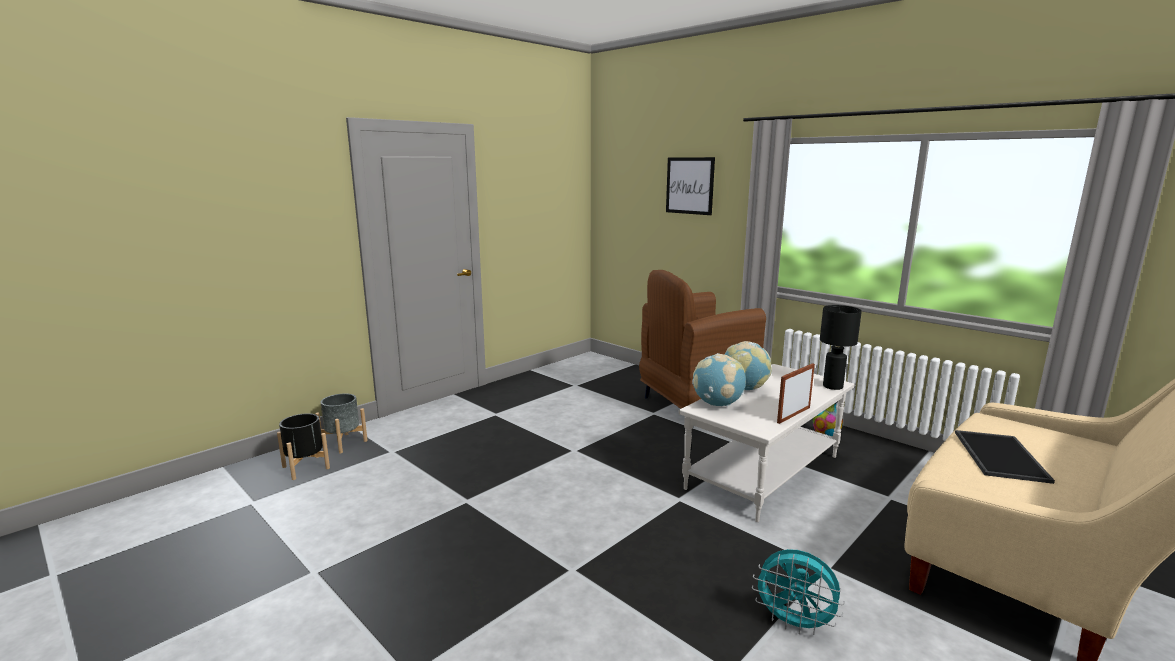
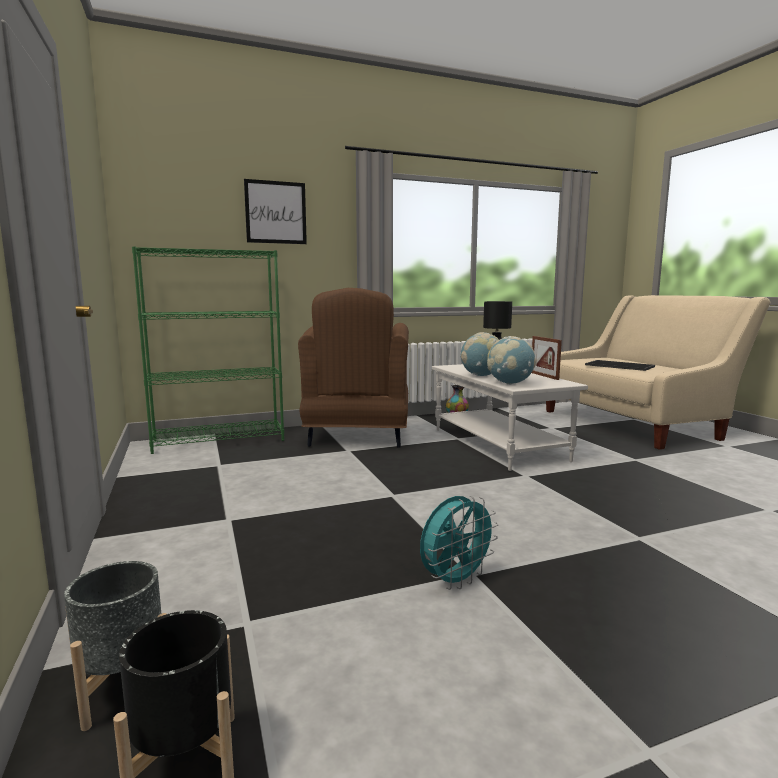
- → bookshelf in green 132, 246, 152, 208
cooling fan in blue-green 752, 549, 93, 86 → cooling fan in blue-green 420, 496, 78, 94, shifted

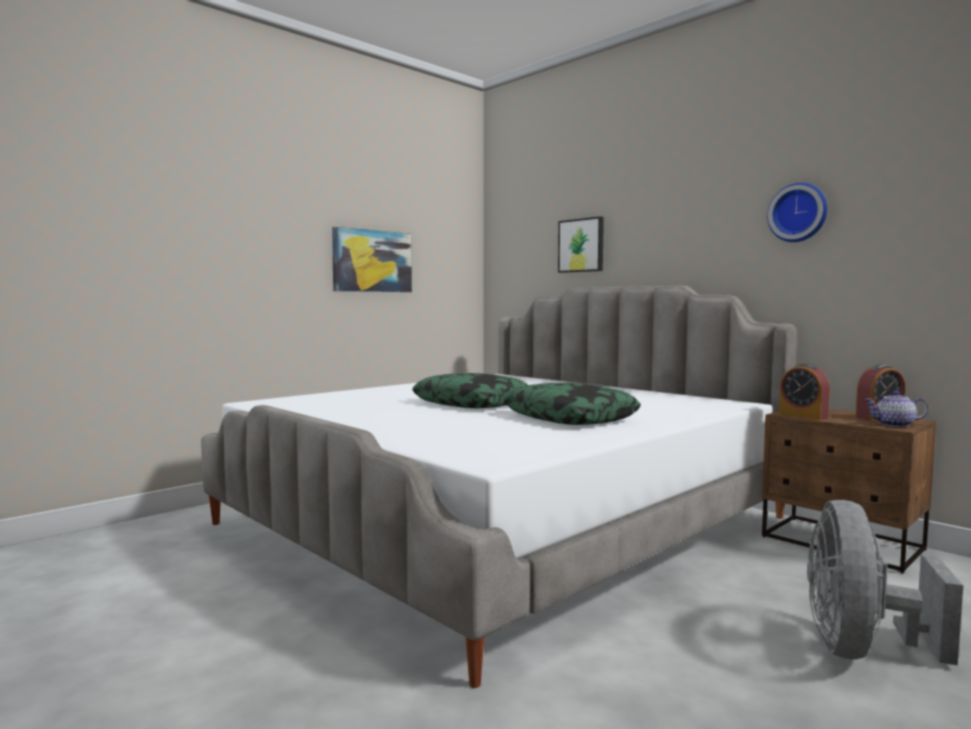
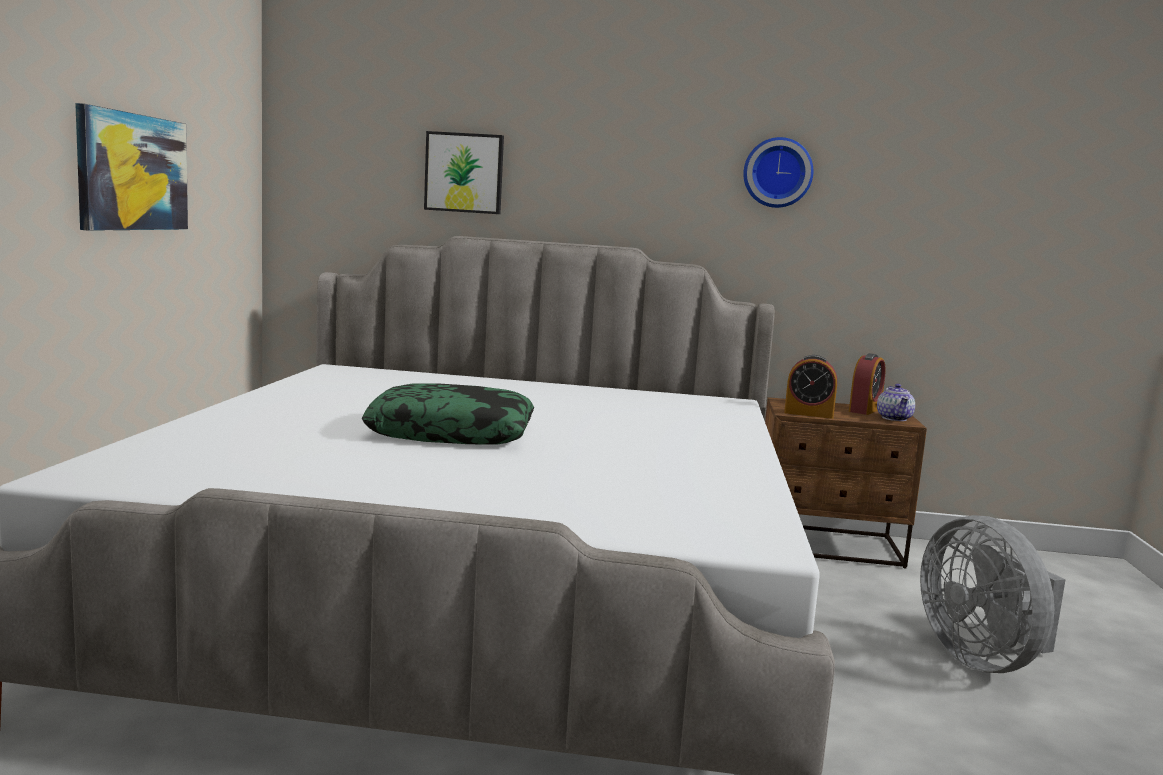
cushion 504, 383, 137, 42 → -
pot for tea 864, 391, 64, 36 → pot for tea 877, 384, 38, 37, 60 degrees counterclockwise

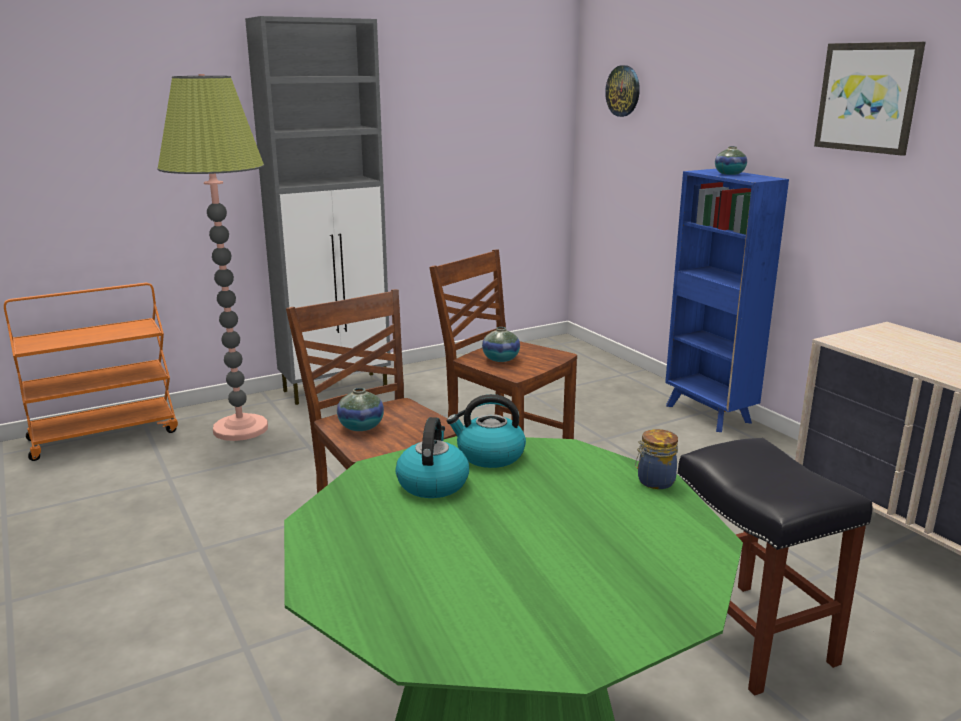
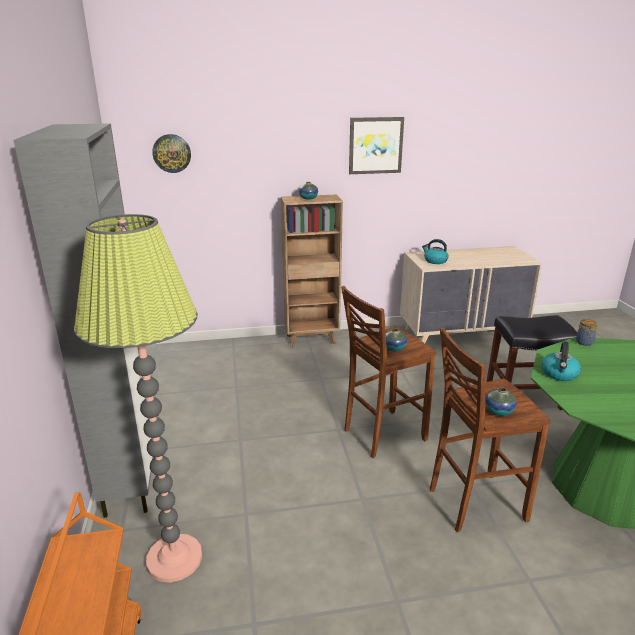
tea kettle 396, 417, 73, 81 → tea kettle 422, 239, 27, 25, shifted
bookshelf in blue-coloured 665, 169, 124, 263 → bookshelf in brown 281, 194, 62, 154

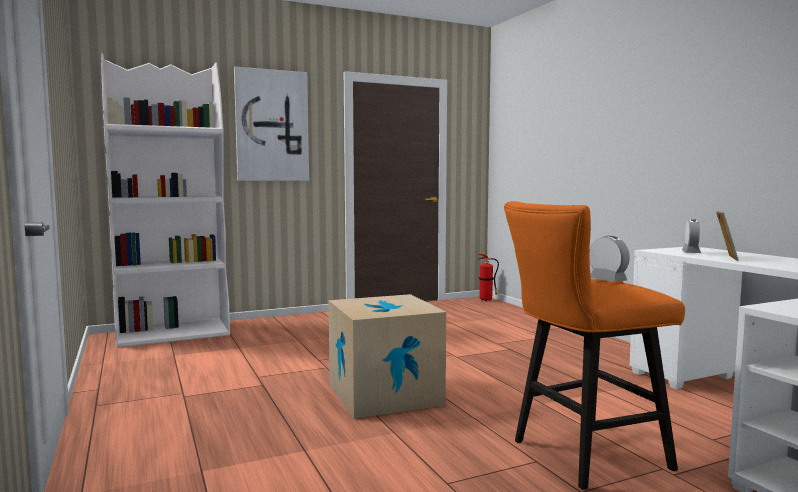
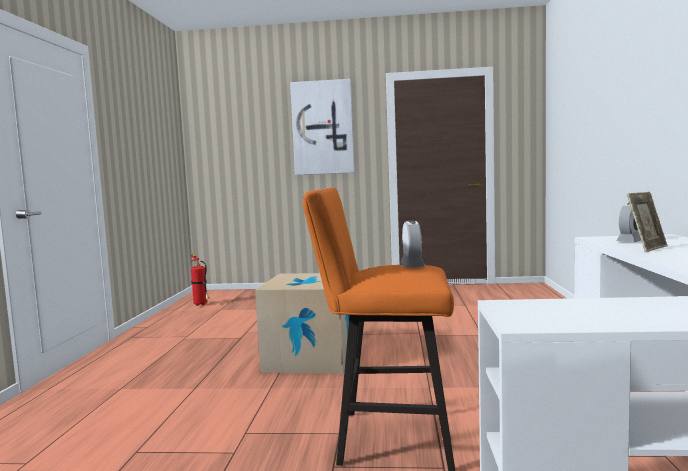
bookshelf in white 101, 53, 129, 294 → -
extinguisher 477, 251, 22, 51 → extinguisher 190, 252, 20, 54, shifted

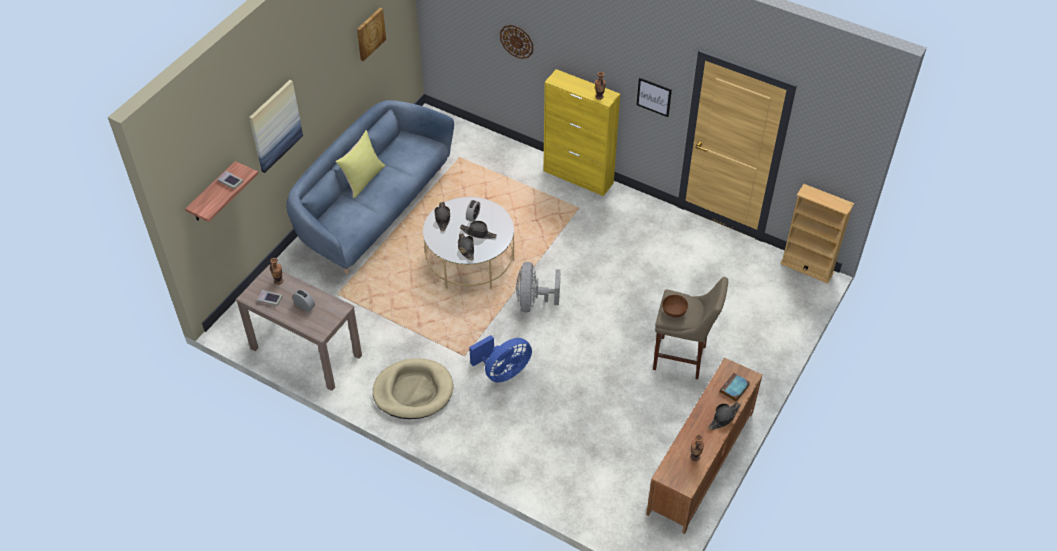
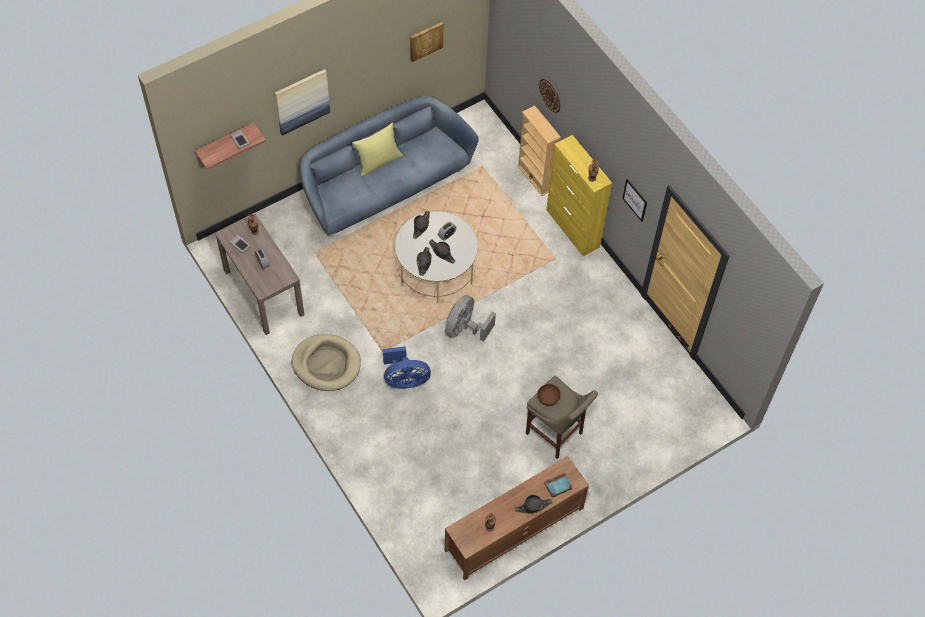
bookshelf in beige-coloured 780, 184, 74, 100 → bookshelf in beige-coloured 517, 105, 44, 91, shifted

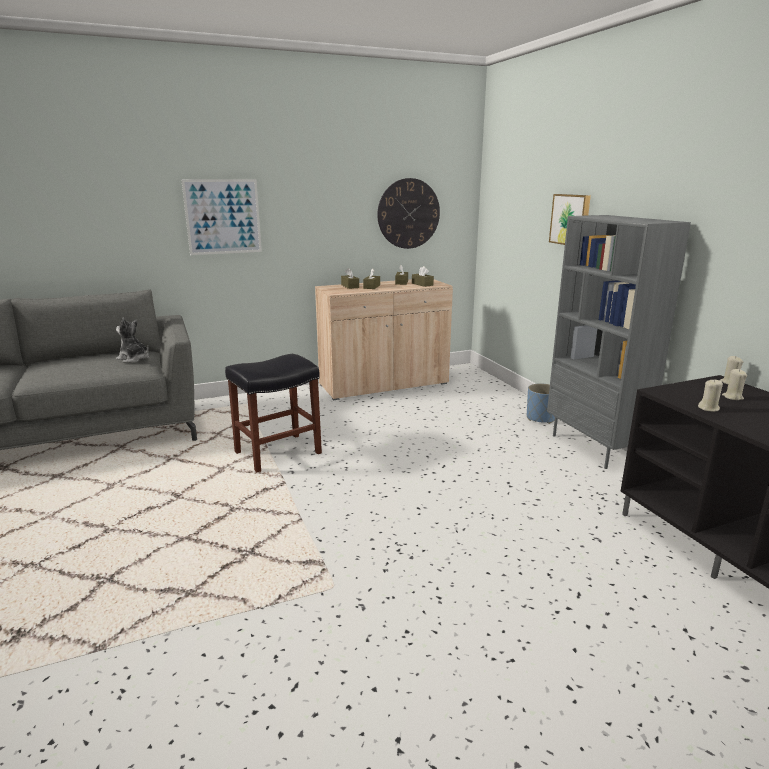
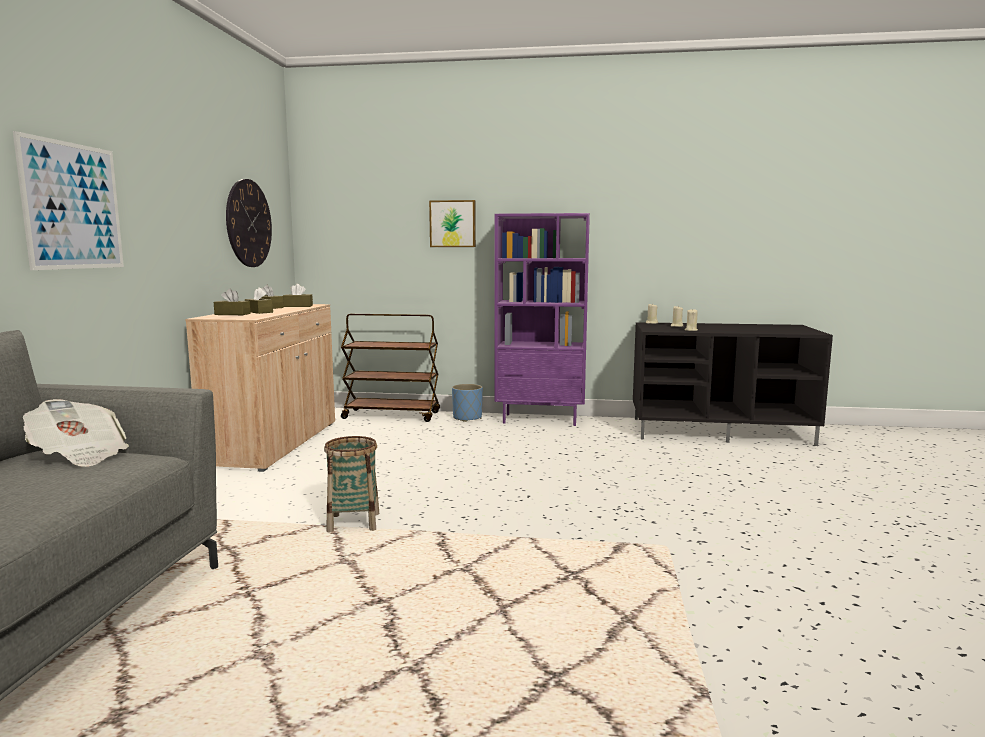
- → cart in brown 341, 314, 99, 108
soft toy 116, 318, 33, 45 → printed paper 23, 399, 106, 68
stool seat in black 225, 354, 97, 118 → basket 324, 436, 55, 96
bookshelf in grey 547, 215, 144, 254 → bookshelf in purple 495, 213, 95, 213

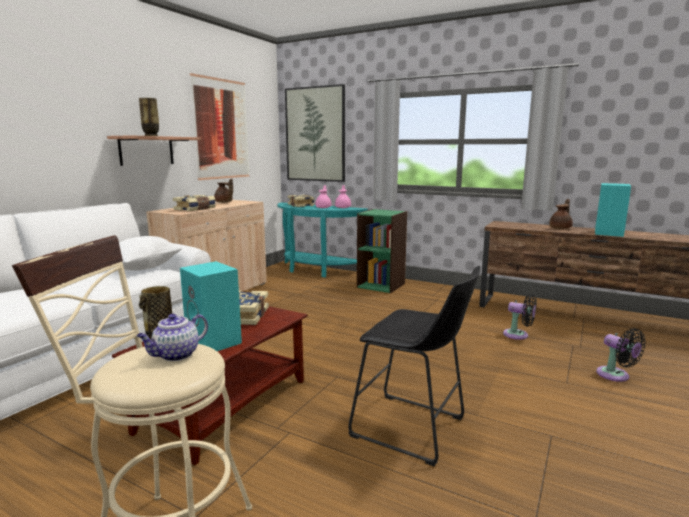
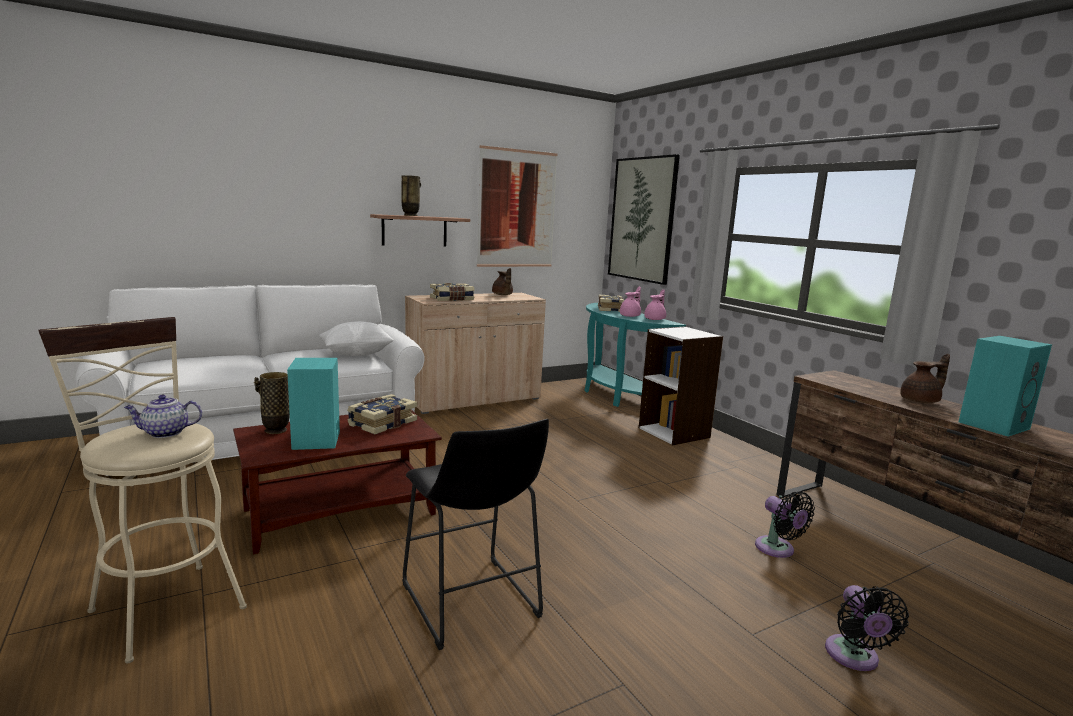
bookshelf in green 357, 209, 50, 84 → bookshelf in white 639, 326, 84, 119

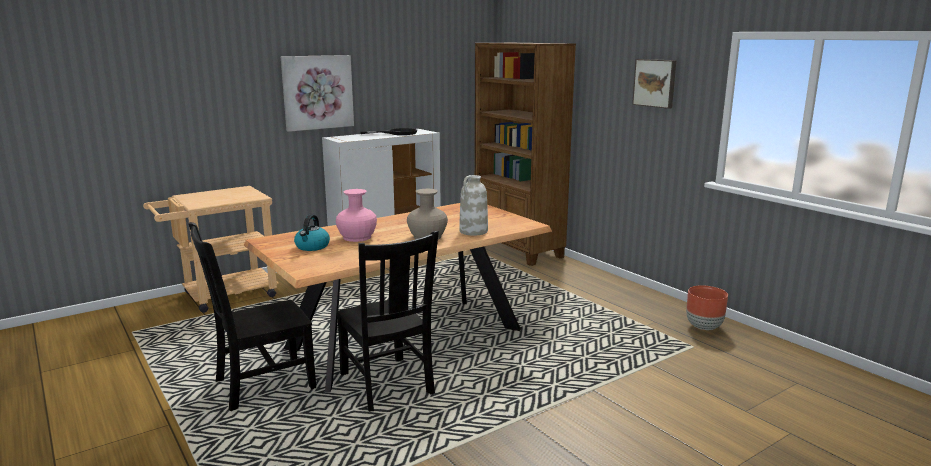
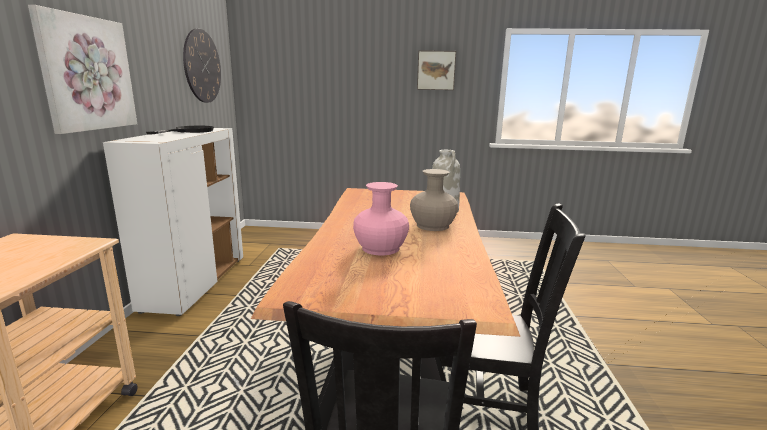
tea kettle 294, 214, 36, 37 → -
bookshelf in brown 475, 43, 101, 223 → -
flower pot in brown 686, 285, 42, 45 → -
- → hanging clock 183, 28, 38, 75

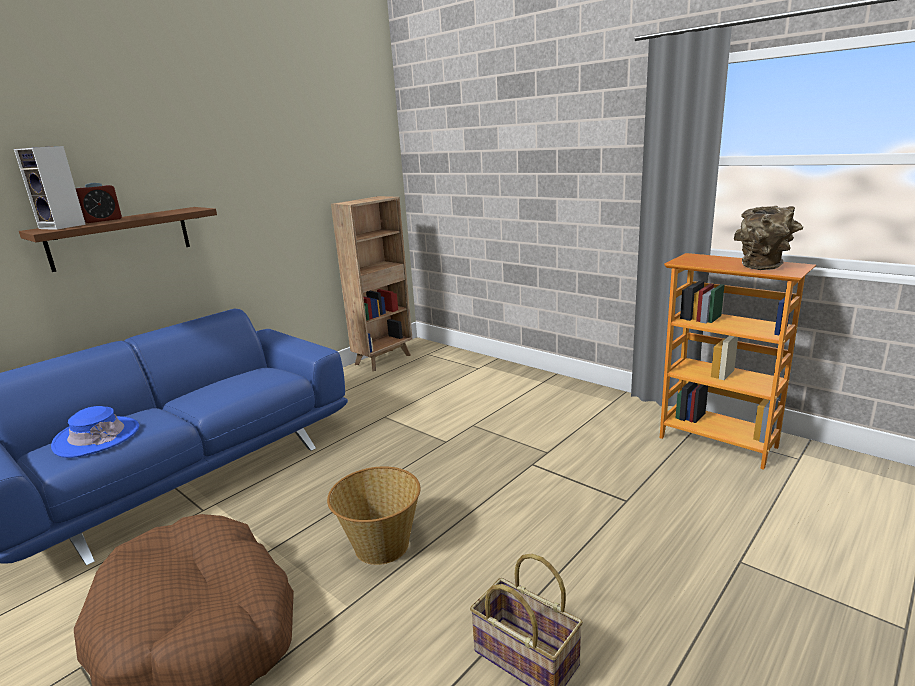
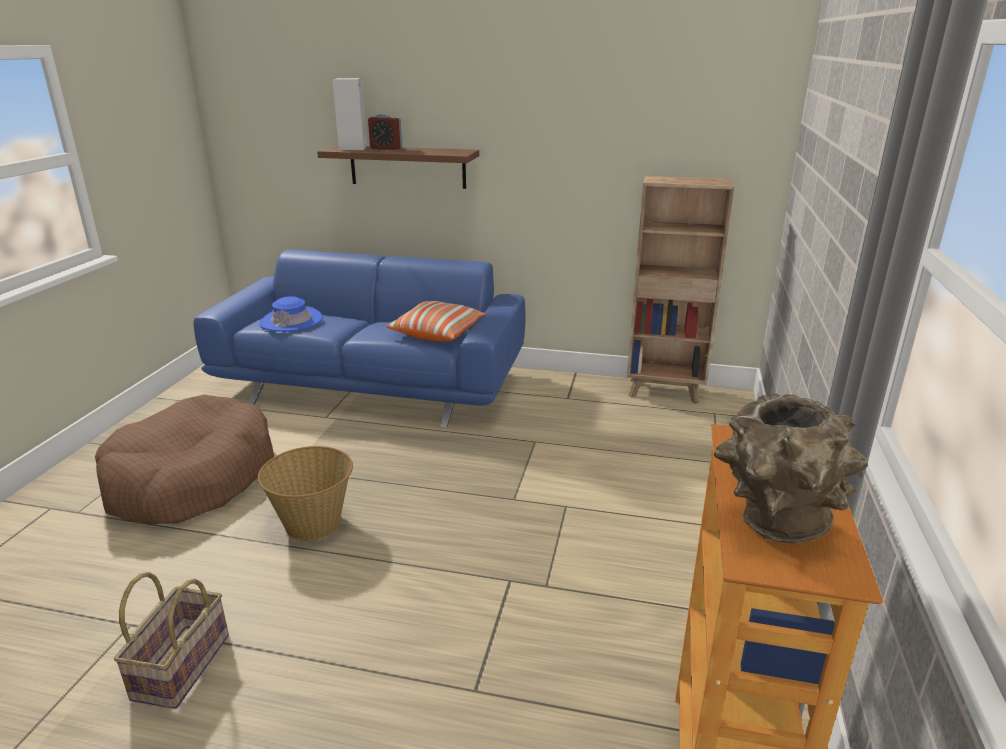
- → cushion 386, 301, 100, 41

